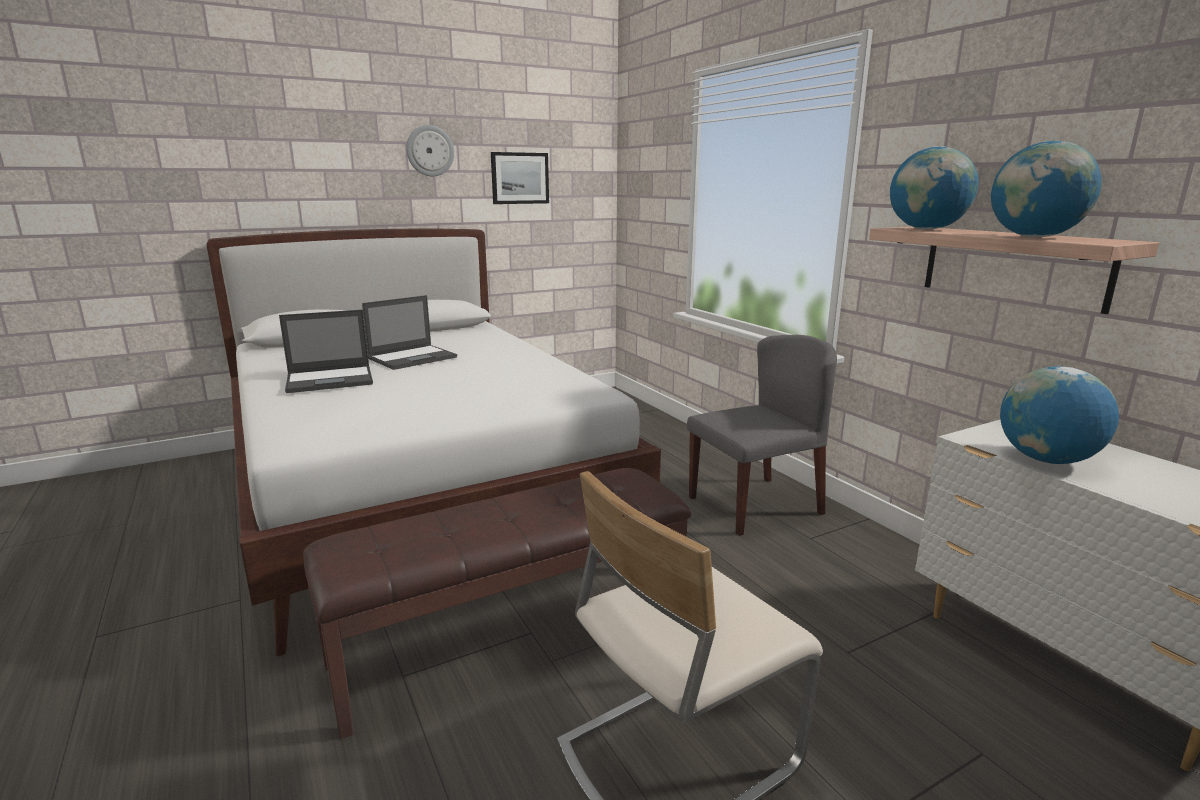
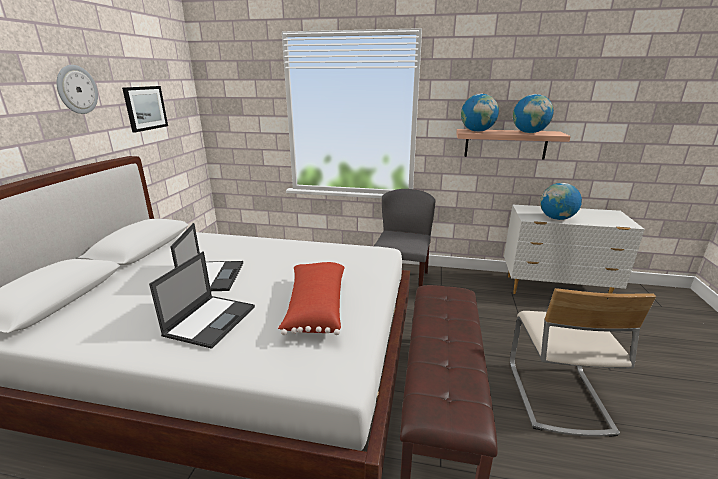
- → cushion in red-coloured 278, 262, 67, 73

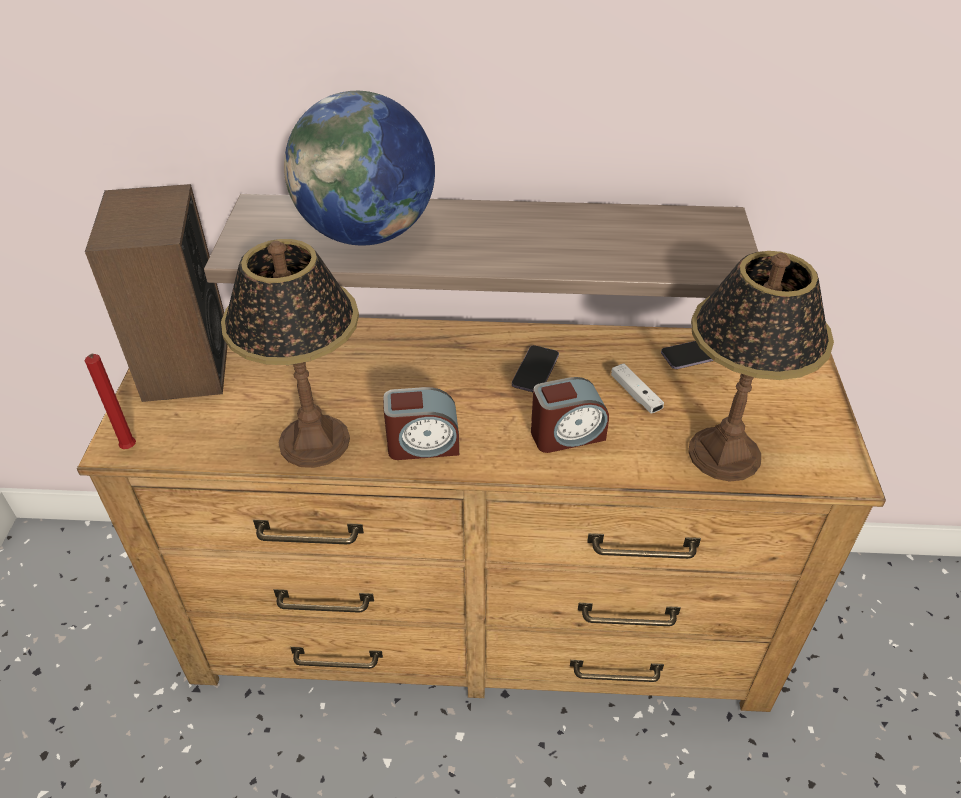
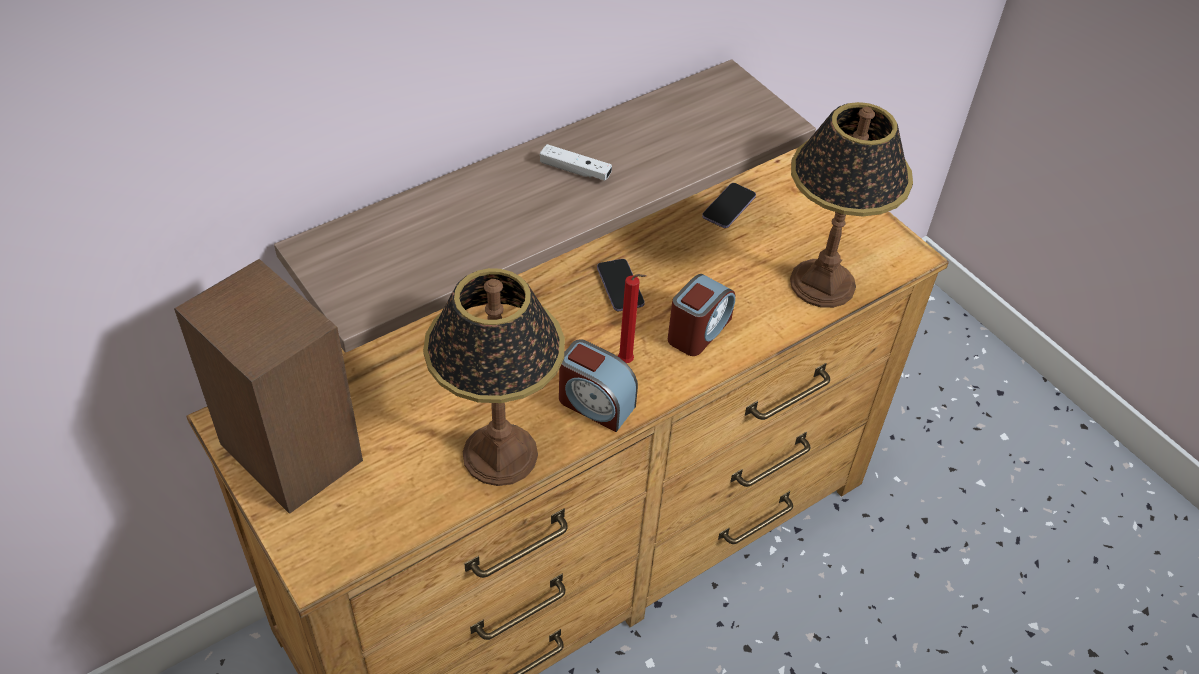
desk globe 284, 91, 151, 155 → -
wax candle in red-coloured 84, 353, 52, 96 → wax candle in red-coloured 618, 274, 29, 89, shifted
gamepad in white 611, 364, 53, 49 → gamepad in white 540, 144, 72, 37, shifted
table clock 383, 387, 76, 73 → table clock 559, 339, 79, 93, 75 degrees clockwise

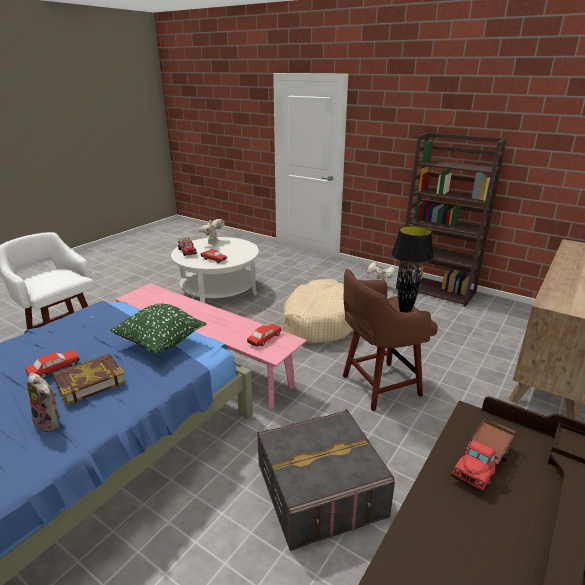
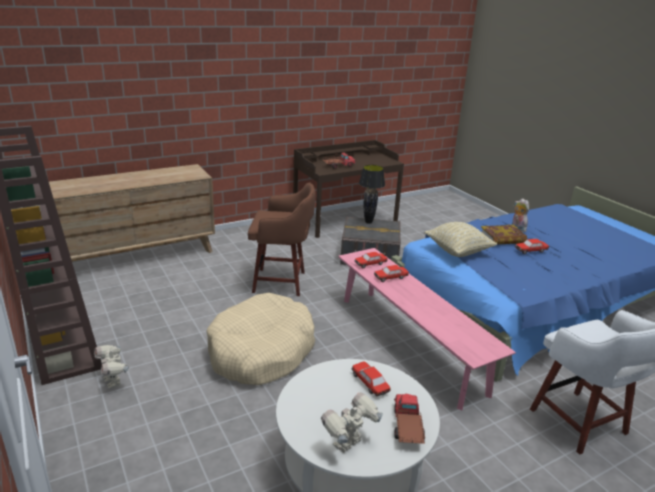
- → model car 374, 265, 35, 17
table lamp in black 391, 225, 43, 87 → table lamp in black 359, 165, 26, 59, shifted
cushion in green 110, 304, 96, 49 → cushion in beige-coloured 424, 222, 73, 35

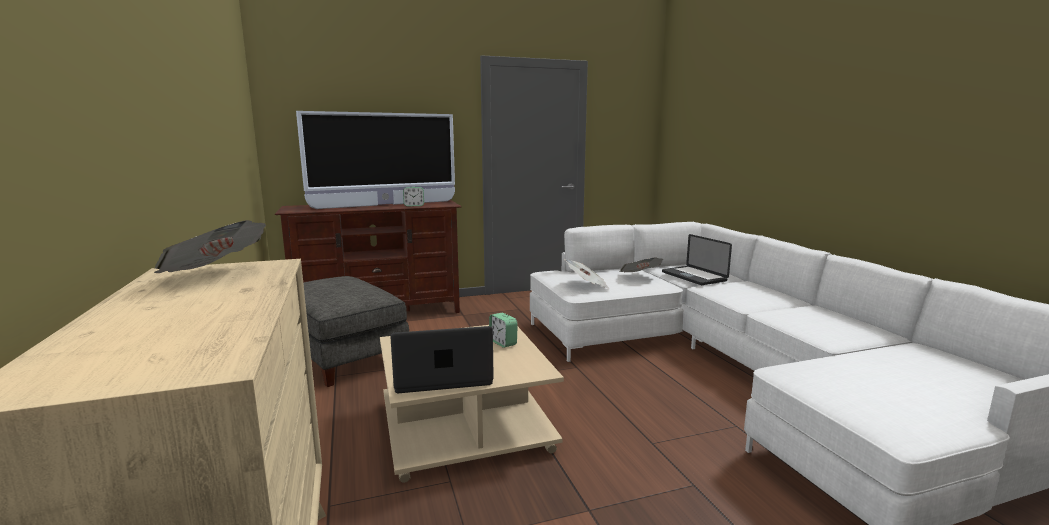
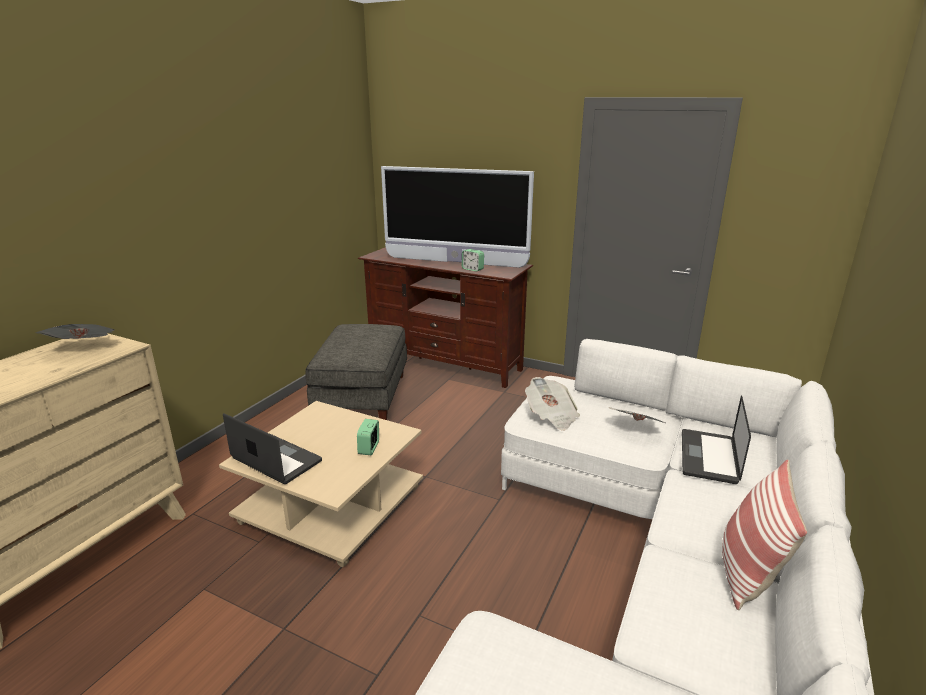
- → cushion 722, 460, 85, 150

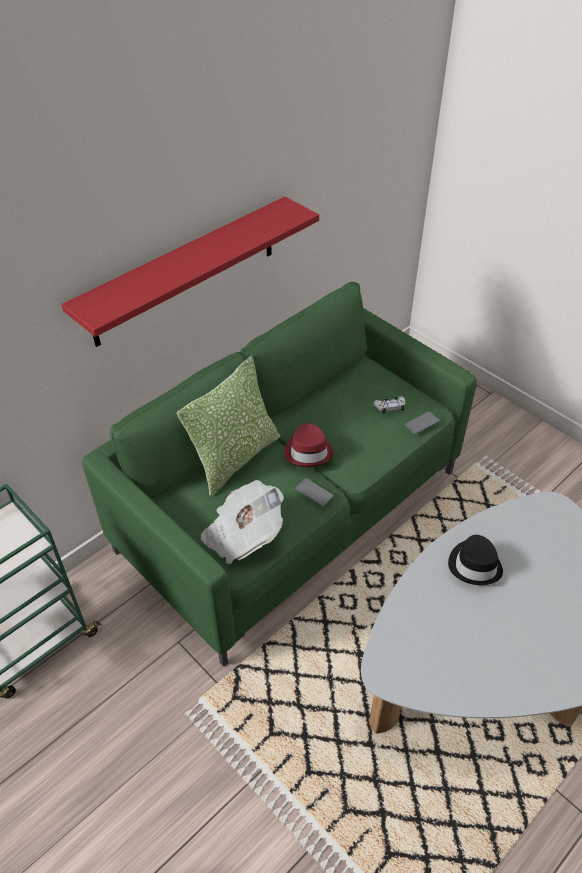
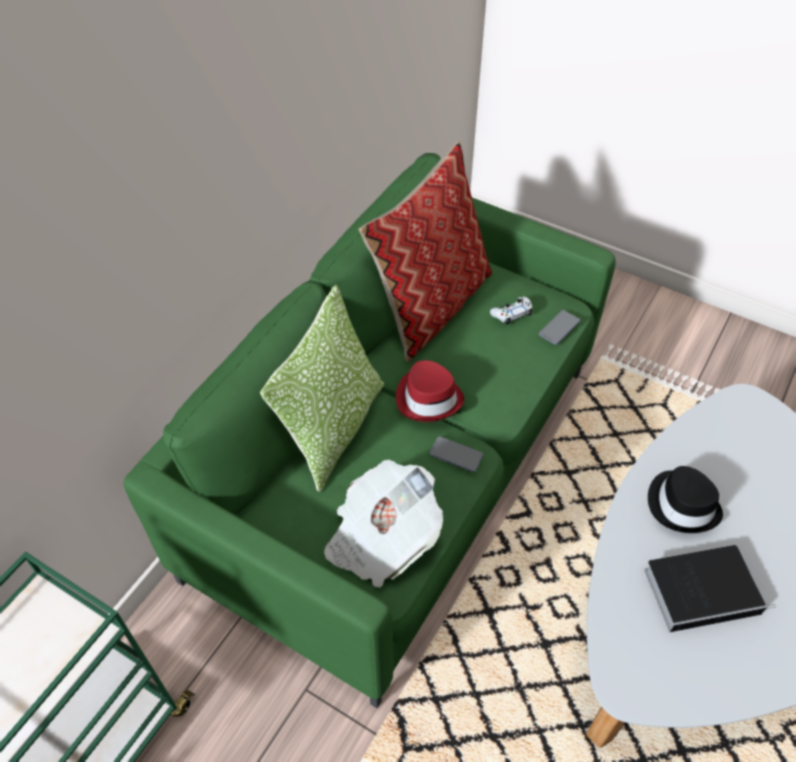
bracket shelf in red-coloured 61, 197, 258, 150 → -
- → cushion 358, 141, 134, 222
- → bound book 644, 545, 132, 87

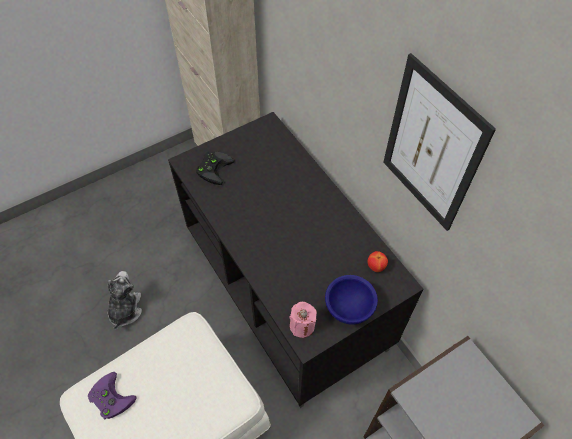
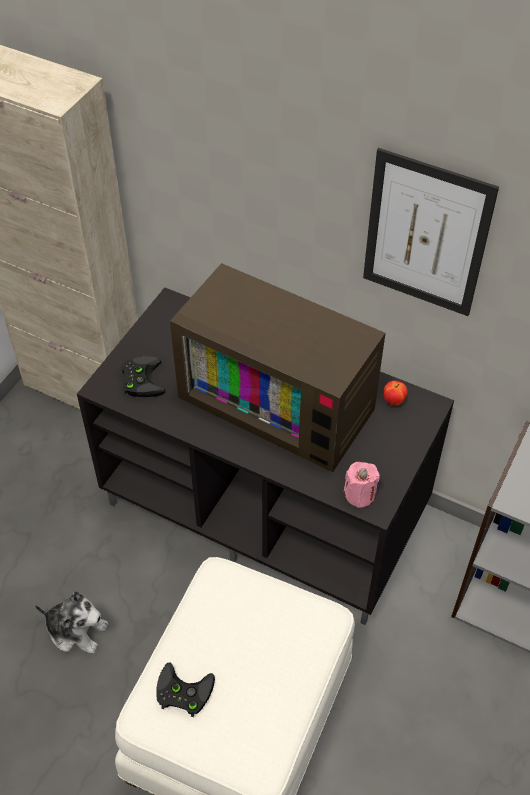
bowl in blue-coloured 325, 275, 53, 50 → -
- → TV set 170, 263, 215, 209
gamepad in purple 88, 372, 48, 48 → gamepad in black 156, 662, 59, 55
soft toy 108, 271, 34, 59 → soft toy 34, 591, 74, 63, 135 degrees clockwise

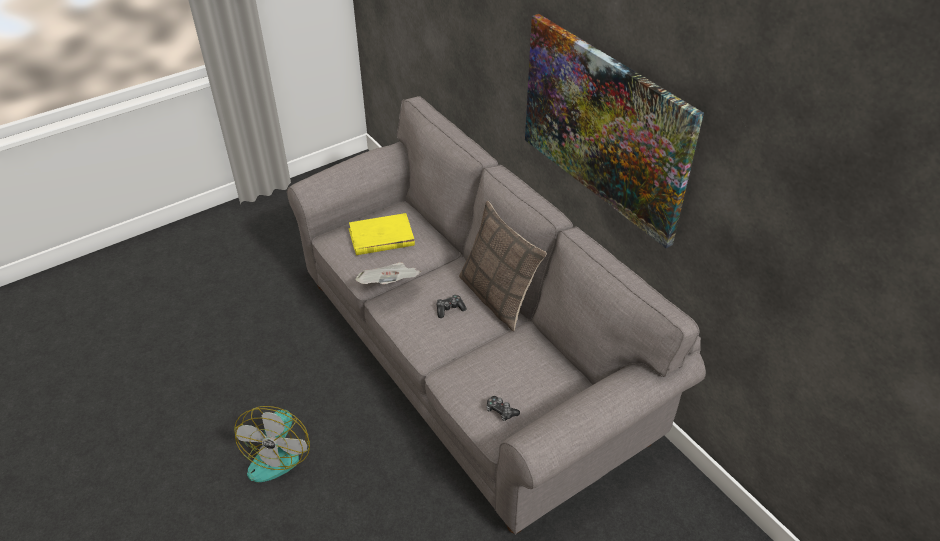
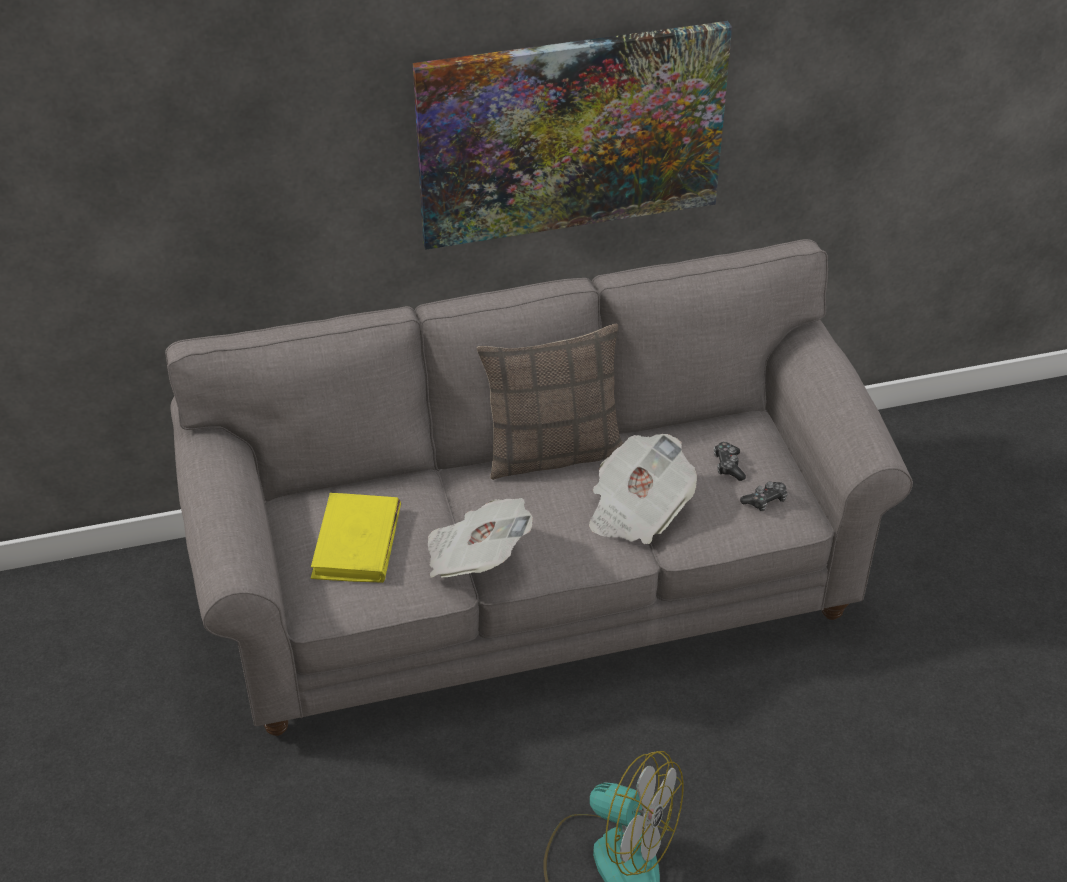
- → printed paper 589, 434, 108, 110
gamepad 437, 295, 29, 23 → gamepad 714, 442, 32, 39, shifted

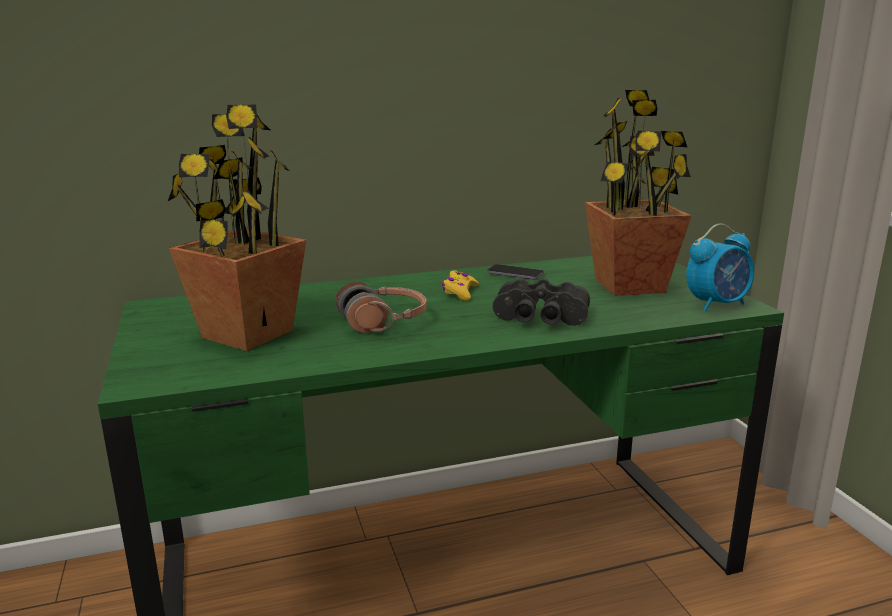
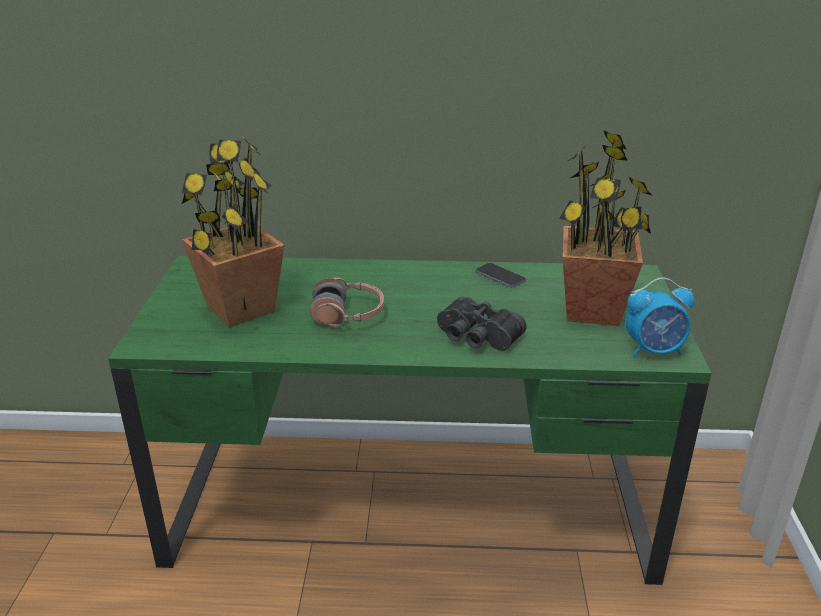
gamepad in yellow-coloured 442, 270, 37, 31 → -

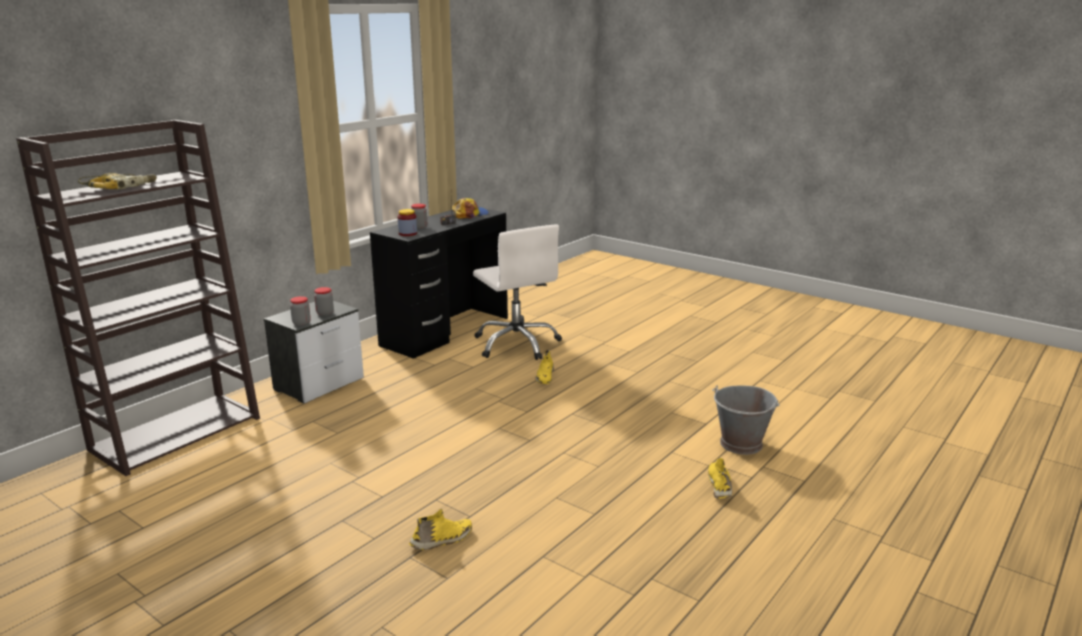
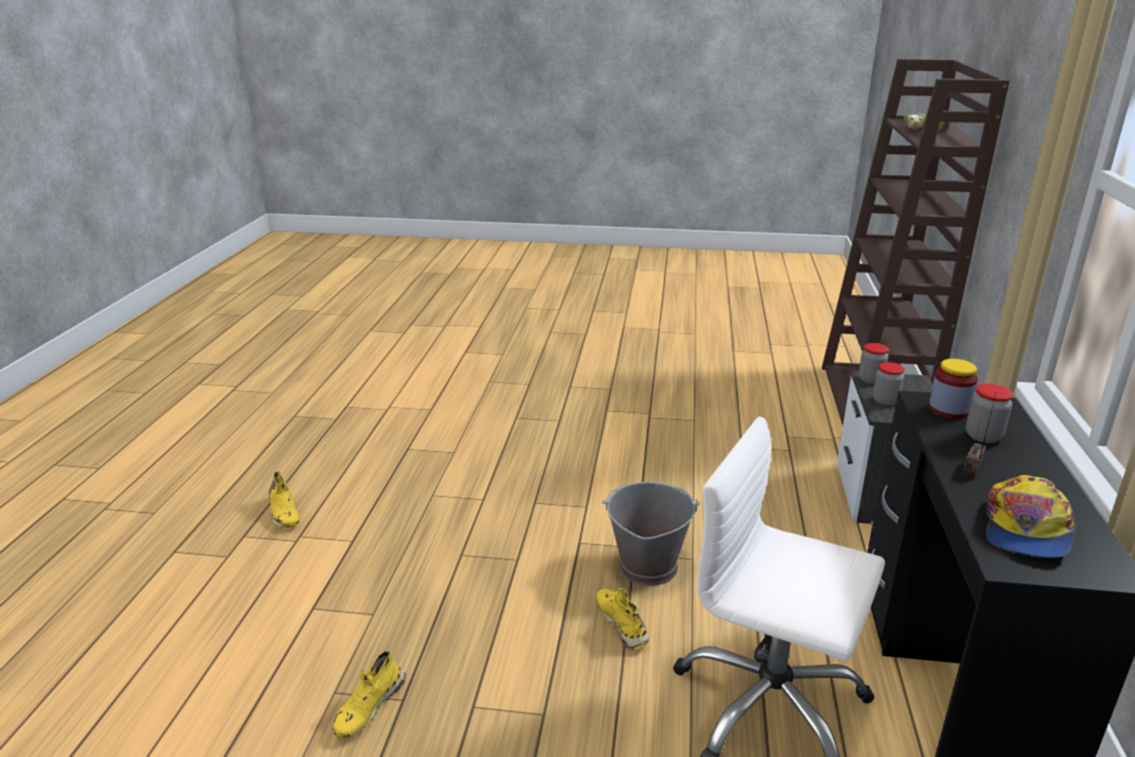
low shoe in yellow-coloured 409, 509, 63, 41 → low shoe in yellow-coloured 333, 651, 73, 88, shifted
pail in grey 713, 385, 67, 70 → pail in grey 602, 482, 98, 104, shifted

